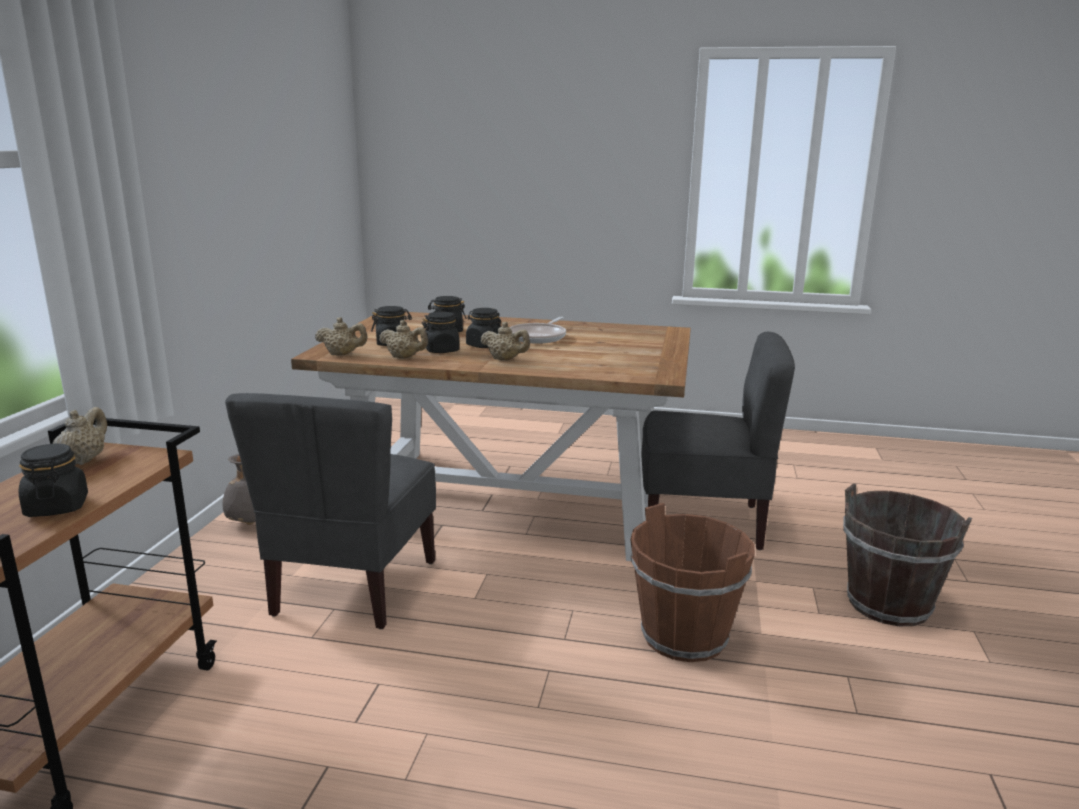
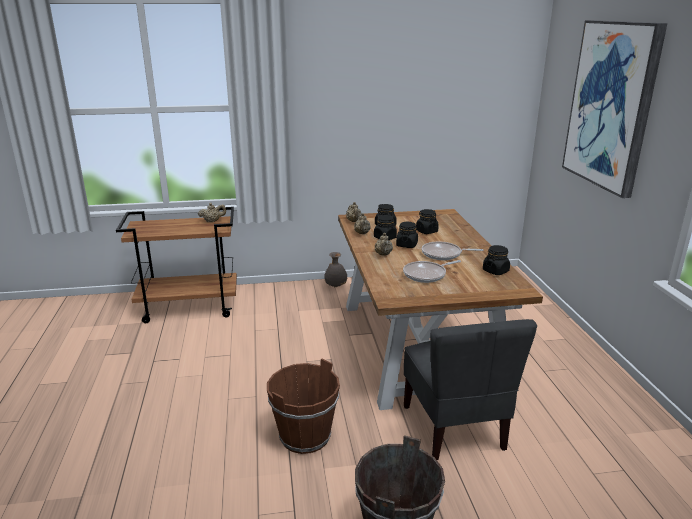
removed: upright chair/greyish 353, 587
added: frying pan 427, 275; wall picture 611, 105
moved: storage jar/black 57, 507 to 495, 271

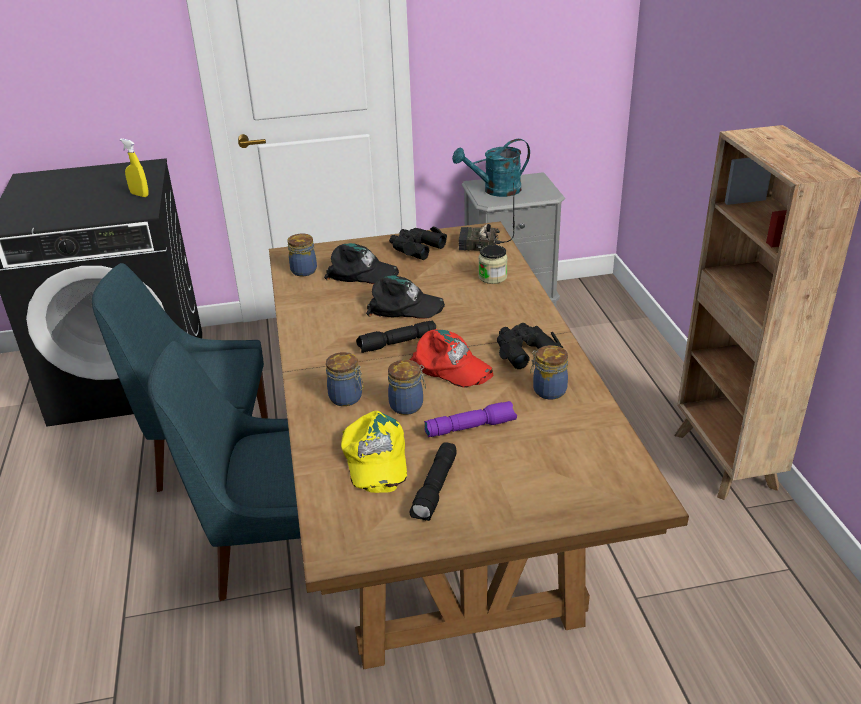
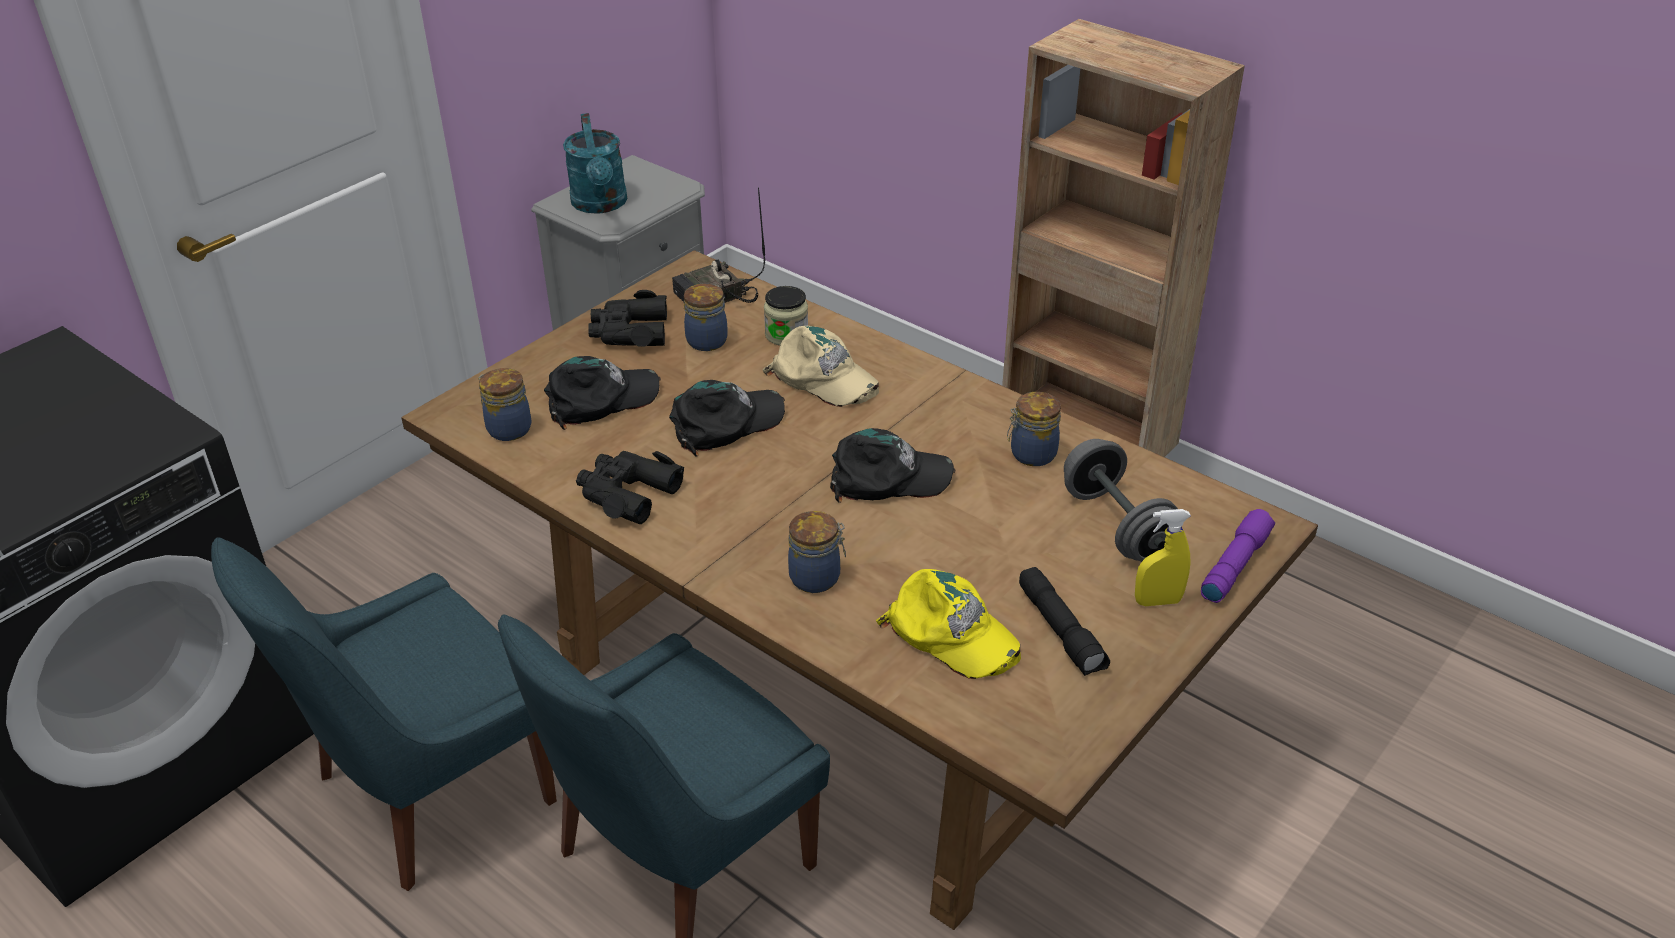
removed: torch/black 397, 343
added: cap/beige 823, 378; dumbbell/greyish 1117, 525
moved: field glasses/black 525, 350 to 627, 493; storage jar 408, 405 to 708, 340; spray bottle/yellow 139, 195 to 1157, 601; torch/purple 470, 427 to 1234, 564
recoloured: cap/red 450, 367 to cap/black 888, 477
turned: sprinkling can/turquoise-coloured 495, 191 = 600, 205 45 degrees counterclockwise

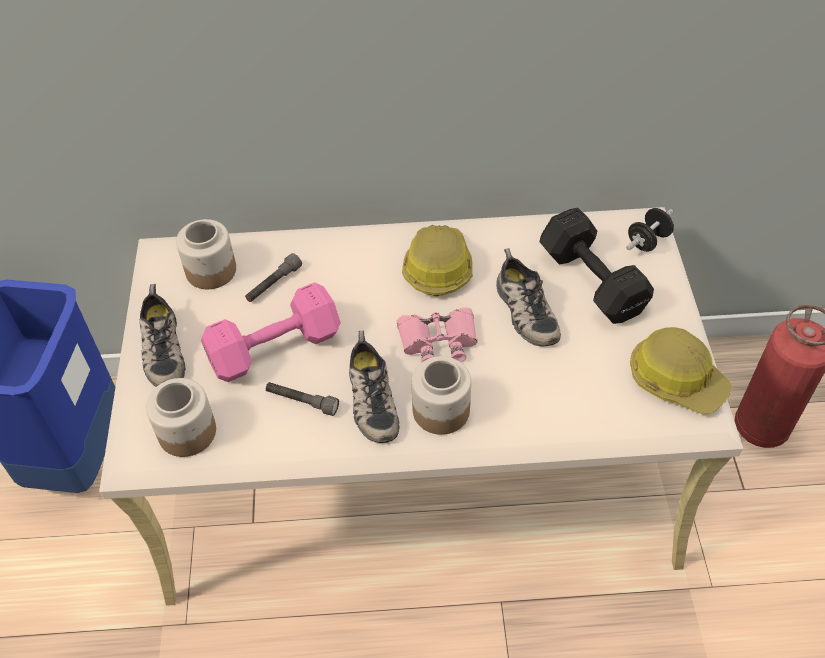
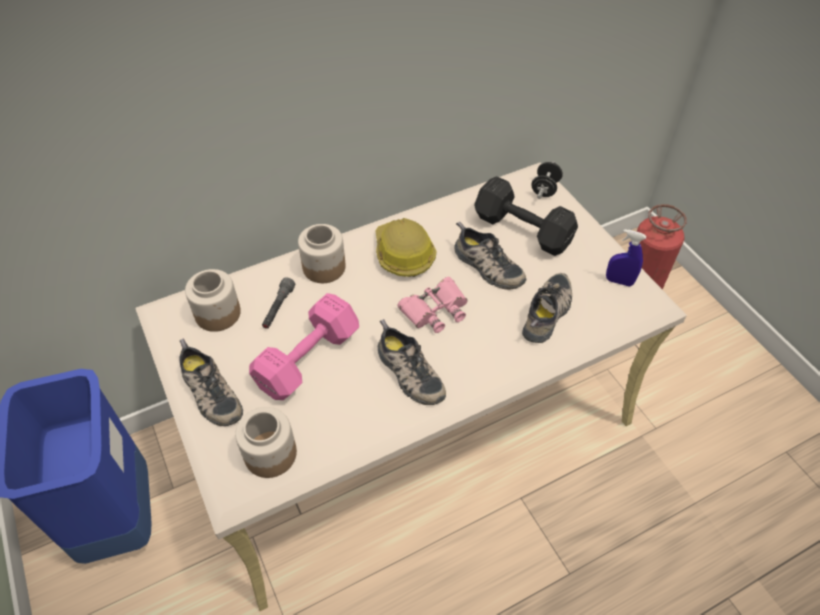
removed: torch/greyish 302, 402
added: shoe 548, 313
moved: storage jar 440, 411 to 323, 268
replaced: safety helmet 676, 379 to spray bottle/blue-coloured 619, 281

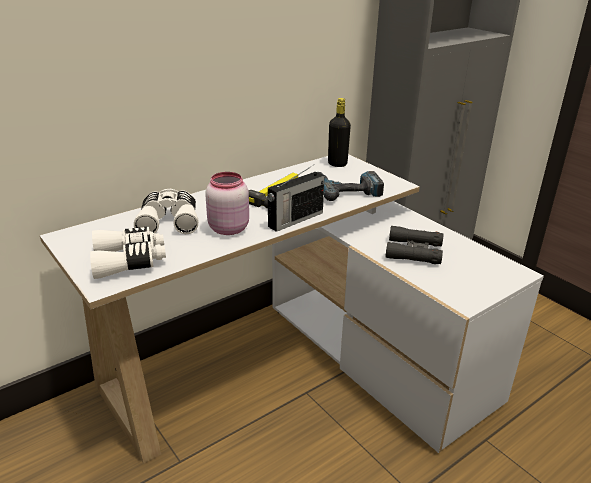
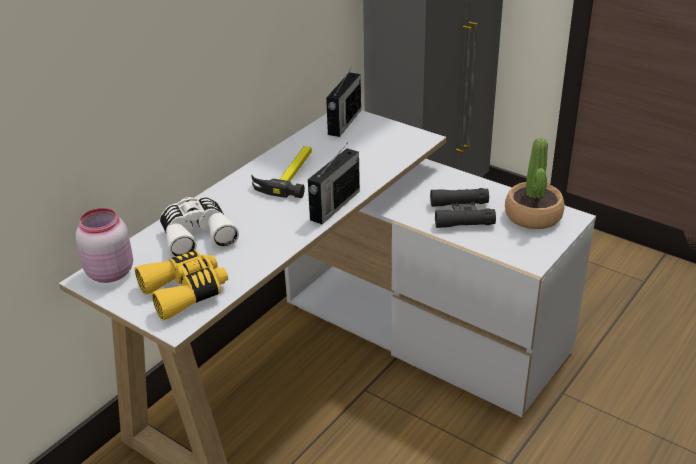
removed: electric drill 347, 190
added: potted plant 533, 216
moved: storage jar/pink-coloured 228, 228 to 109, 272
replaced: beverage bottle/black 337, 164 to radio 344, 122
recoloured: field glasses/white 129, 261 to field glasses/yellow 185, 292

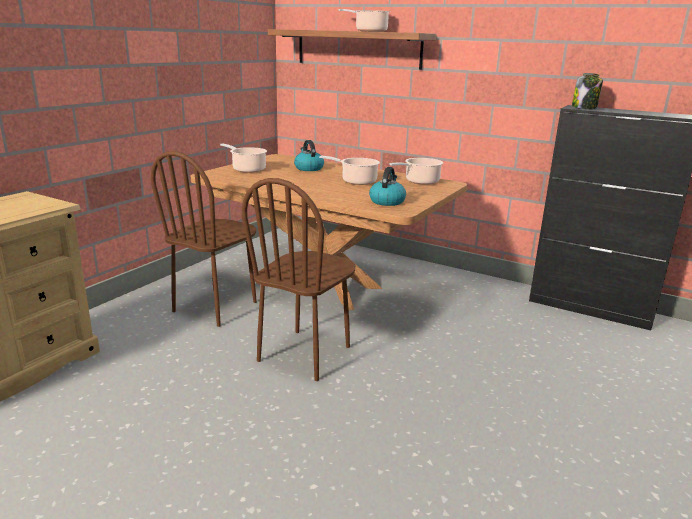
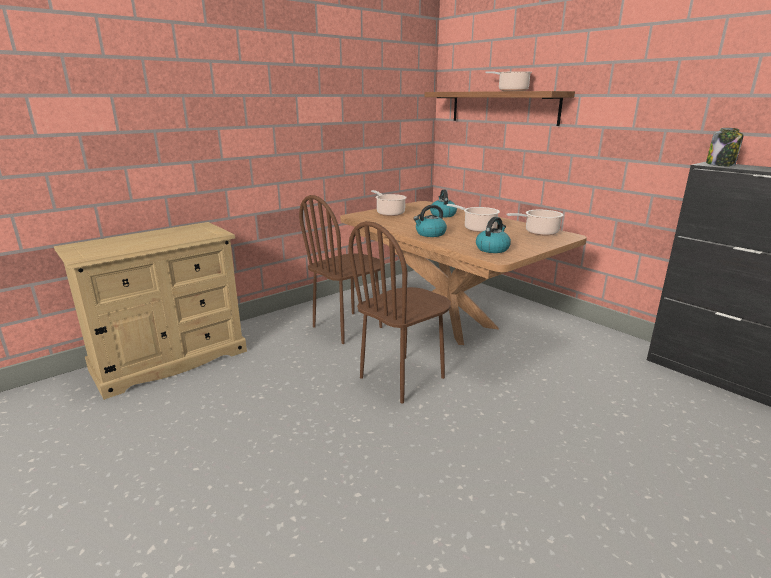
added: tea kettle 430, 234

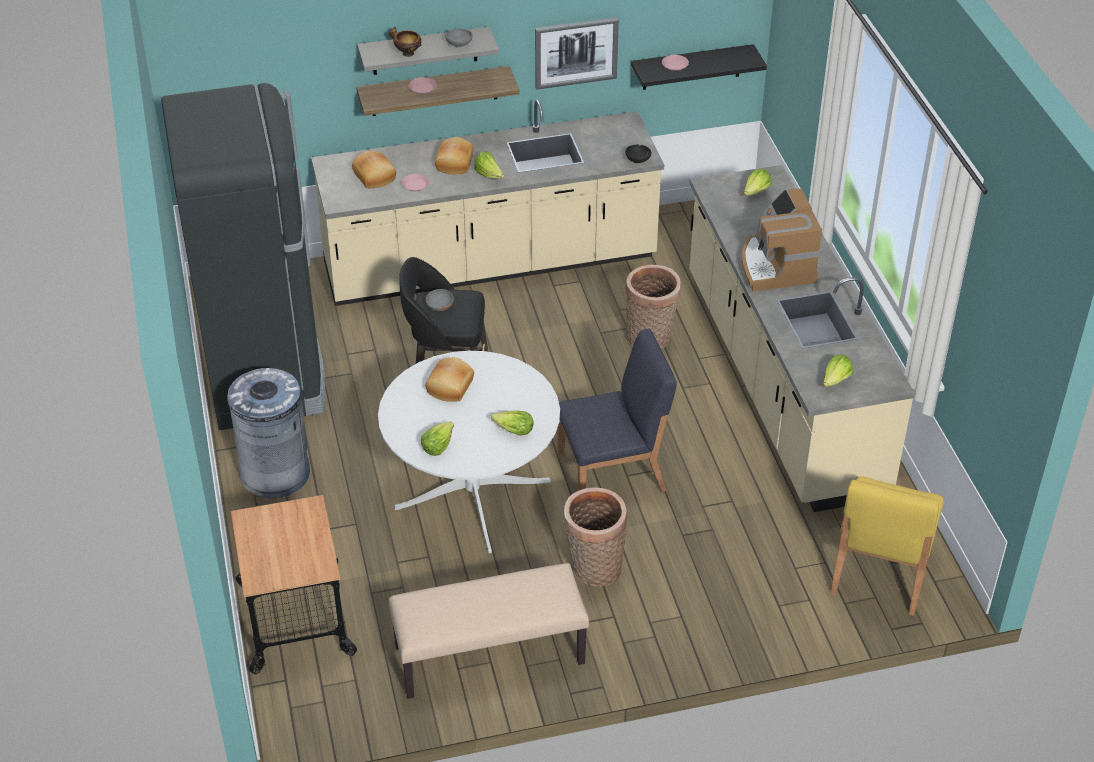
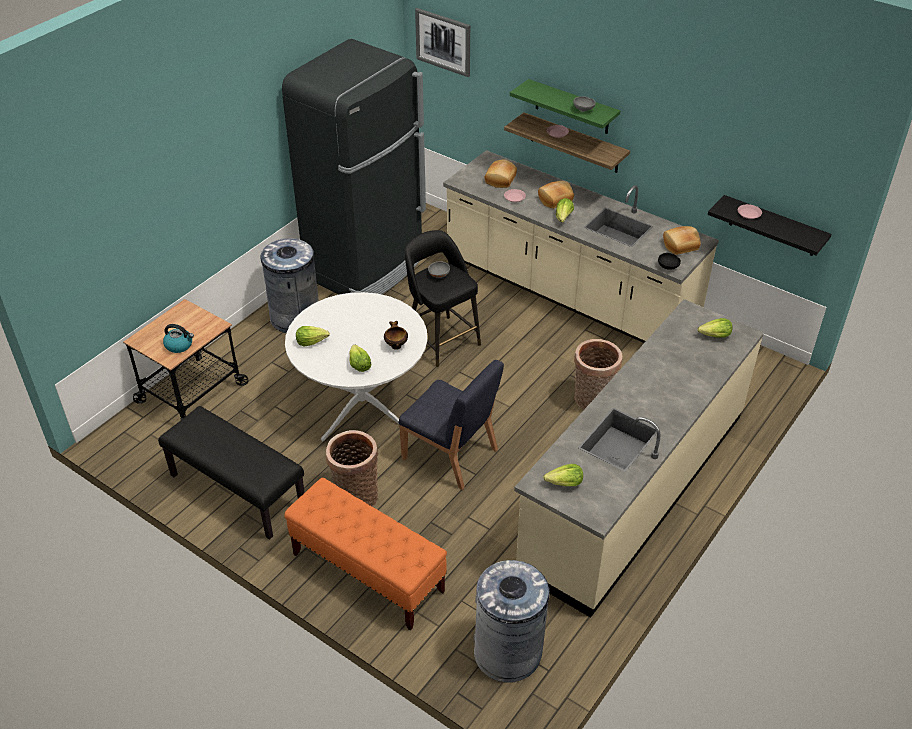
removed: coffee maker 775, 265
added: tea kettle 179, 345; bench/orange 367, 573
moved: bowl 407, 53 to 396, 345; wall picture 576, 52 to 443, 42; bread 451, 387 to 681, 246
replaced: upright chair/yellow 880, 571 to rubbish bin/greyish 508, 653
recoloured: bench/beige 489, 656 to bench/black 236, 491; wall shelf/greyish 424, 51 to wall shelf/green-coloured 572, 107

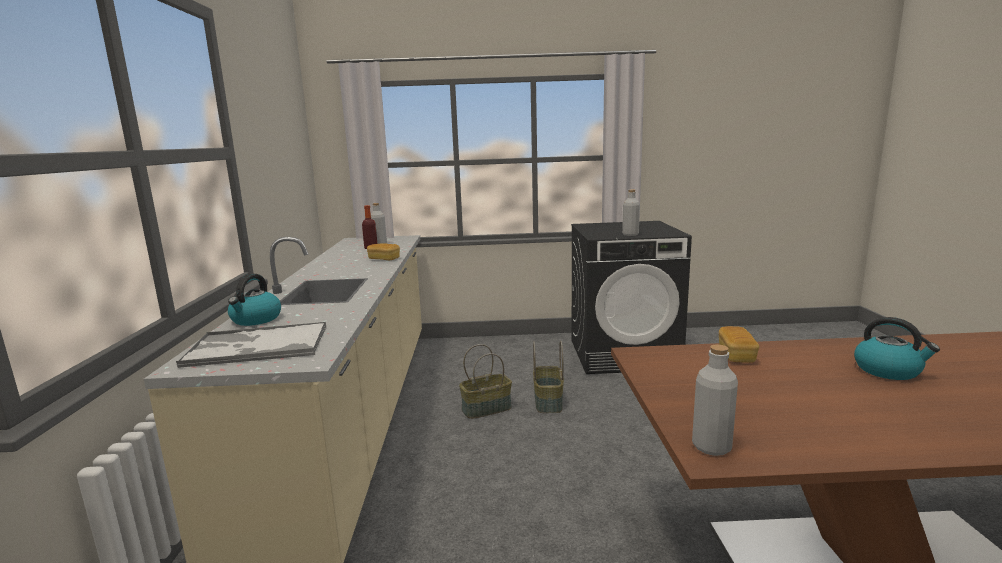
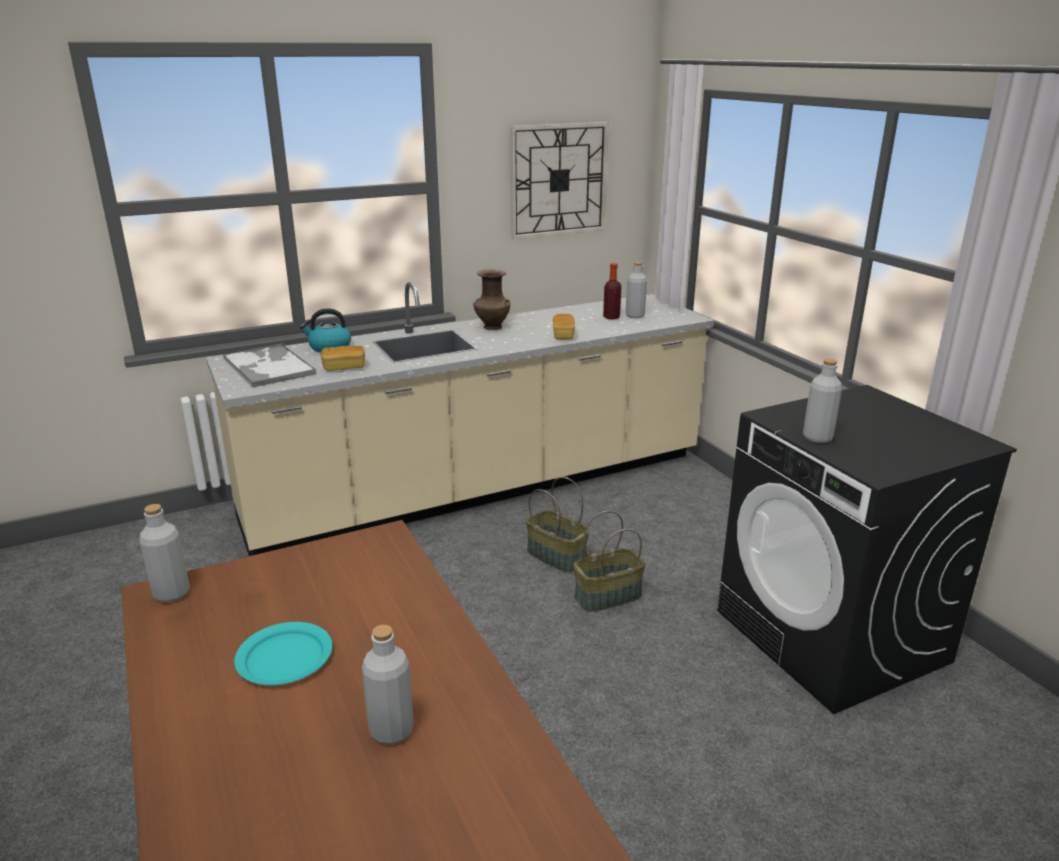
added: flat dish/turquoise-coloured 285, 657; decorative vase/brown 491, 327; hanging clock 558, 180
moved: bread 736, 355 to 344, 367
replaced: tea kettle 888, 370 to beverage bottle/greyish 391, 730

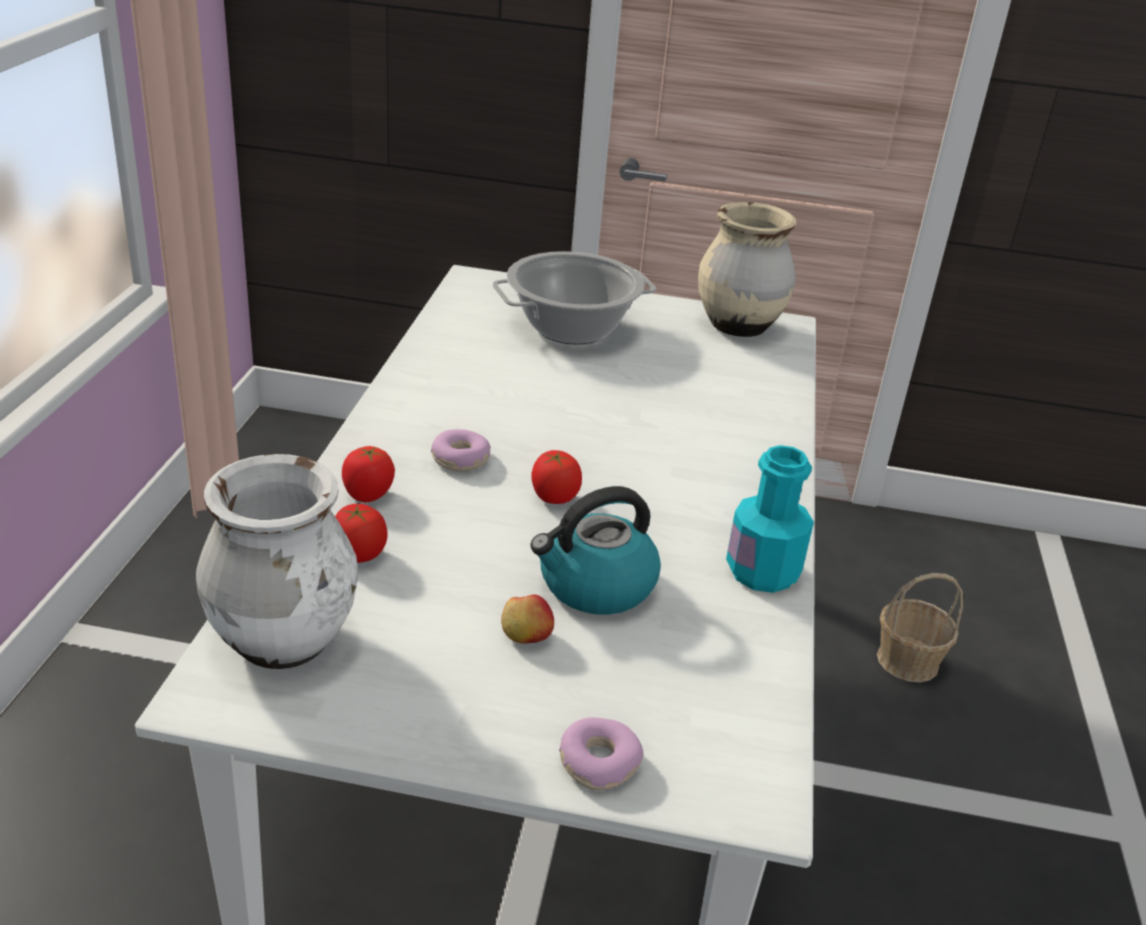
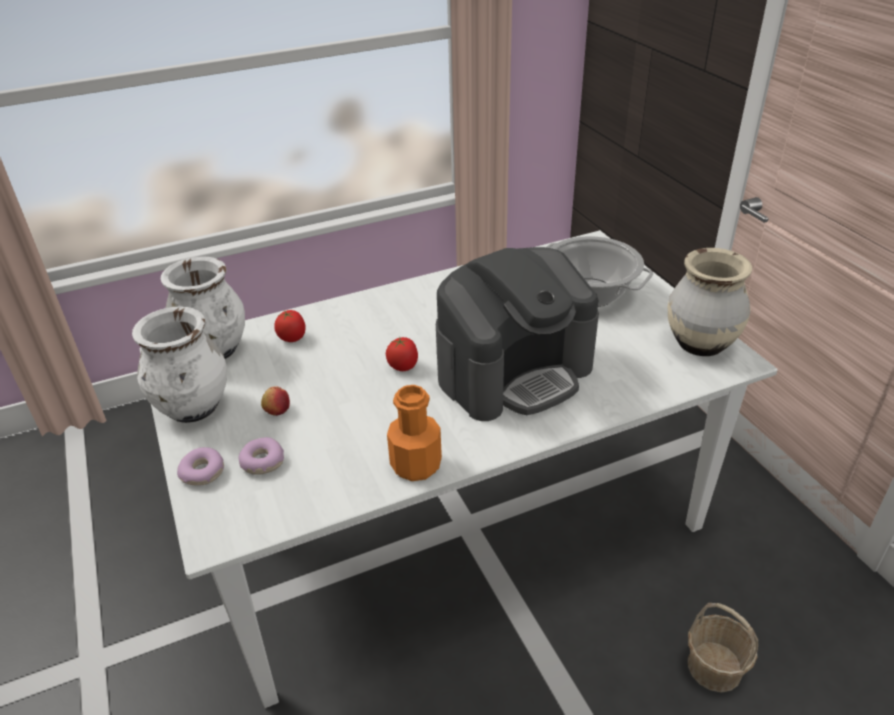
removed: whole tomato 368, 495; tea kettle 595, 586
added: decorative vase/white 194, 408; coffee maker 514, 372
moved: ring doughnut 460, 459 to 262, 462
recoloured: beverage bottle/turquoise-coloured 762, 572 to beverage bottle/orange 416, 465

